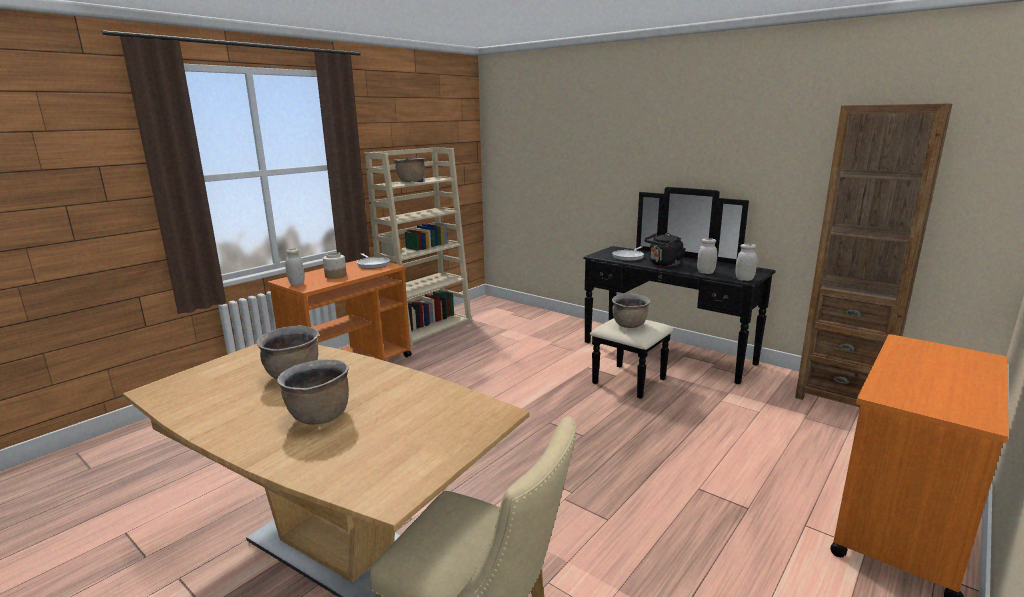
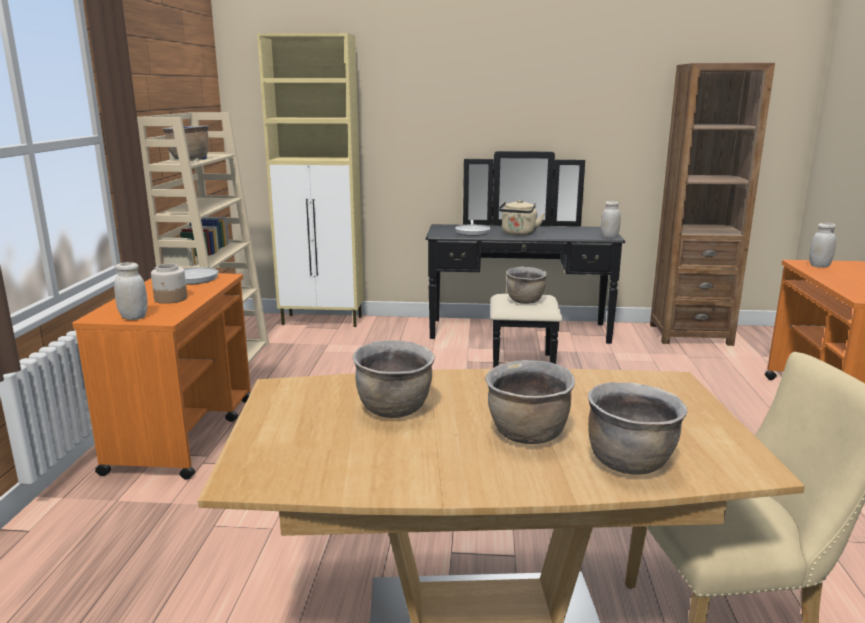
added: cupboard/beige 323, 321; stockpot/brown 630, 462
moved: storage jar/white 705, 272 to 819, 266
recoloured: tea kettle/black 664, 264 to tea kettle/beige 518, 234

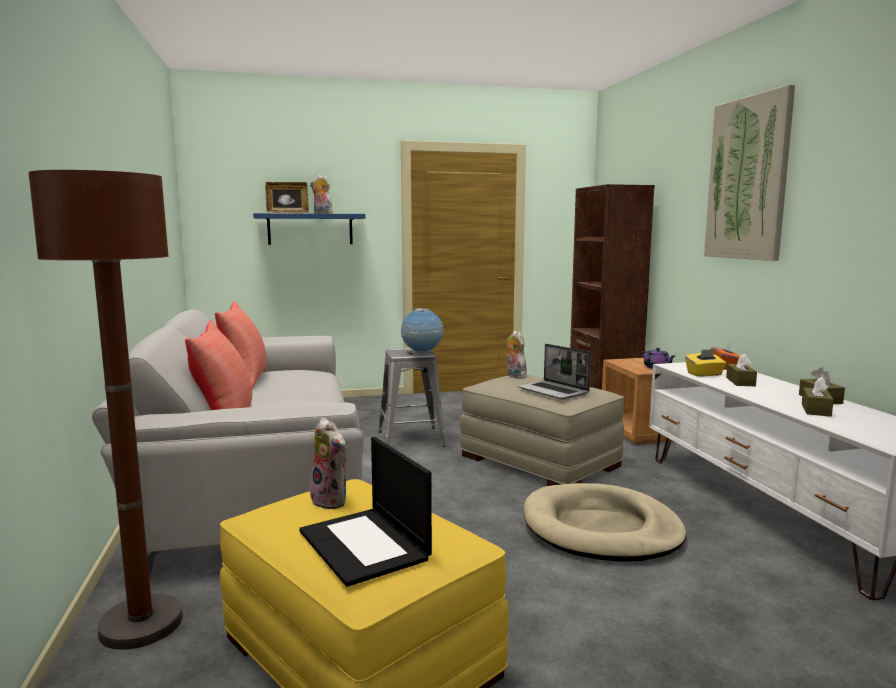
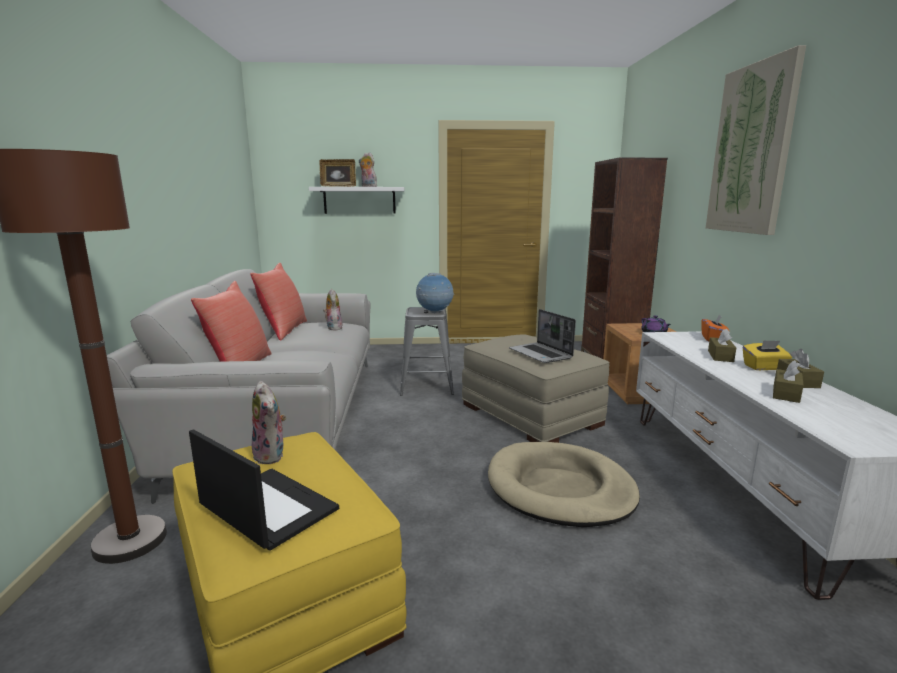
moved: plush toy 514, 376 to 333, 328; box of tissues/yellow 704, 374 to 764, 367
recoloured: wall shelf/blue-coloured 310, 229 to wall shelf/white 359, 200
turned: portable computer 365, 545 = 266, 508 150 degrees clockwise

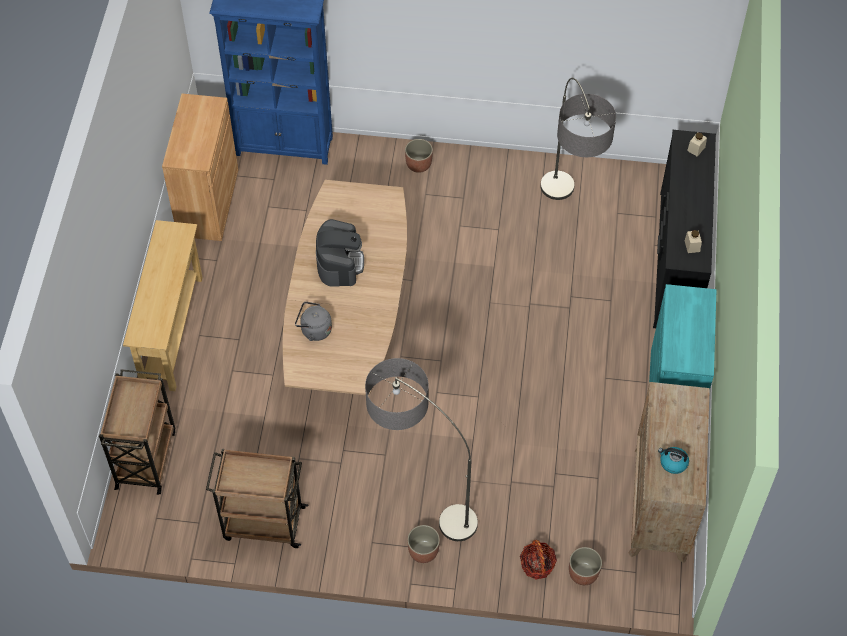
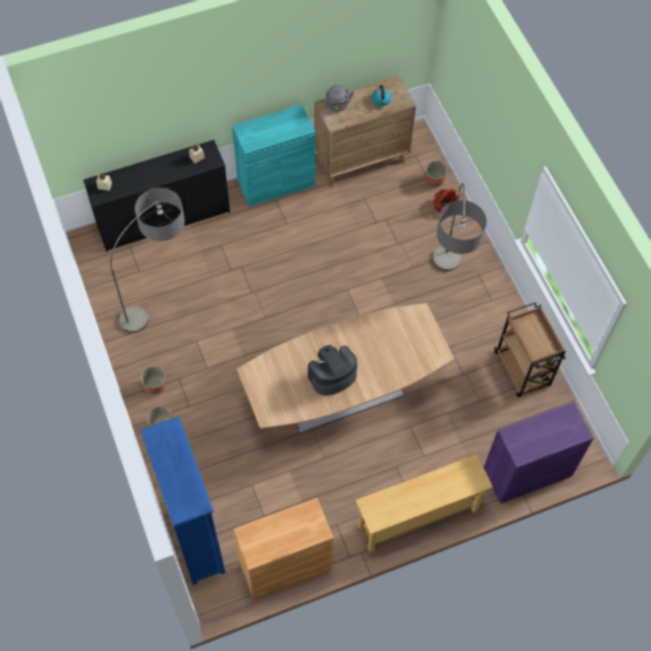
moved: plant pot 423, 551 to 155, 385; tea kettle/greyish 314, 330 to 337, 105
replaced: trolley/brown 146, 458 to cupboard/purple 527, 472

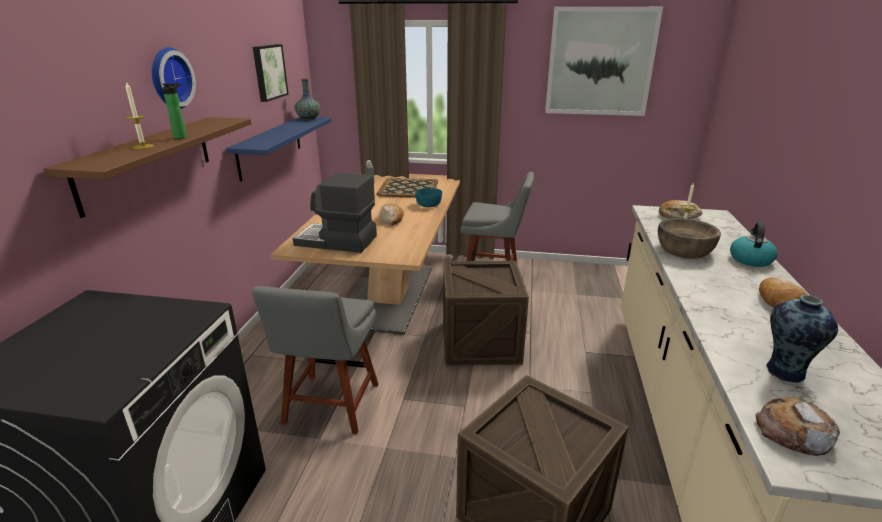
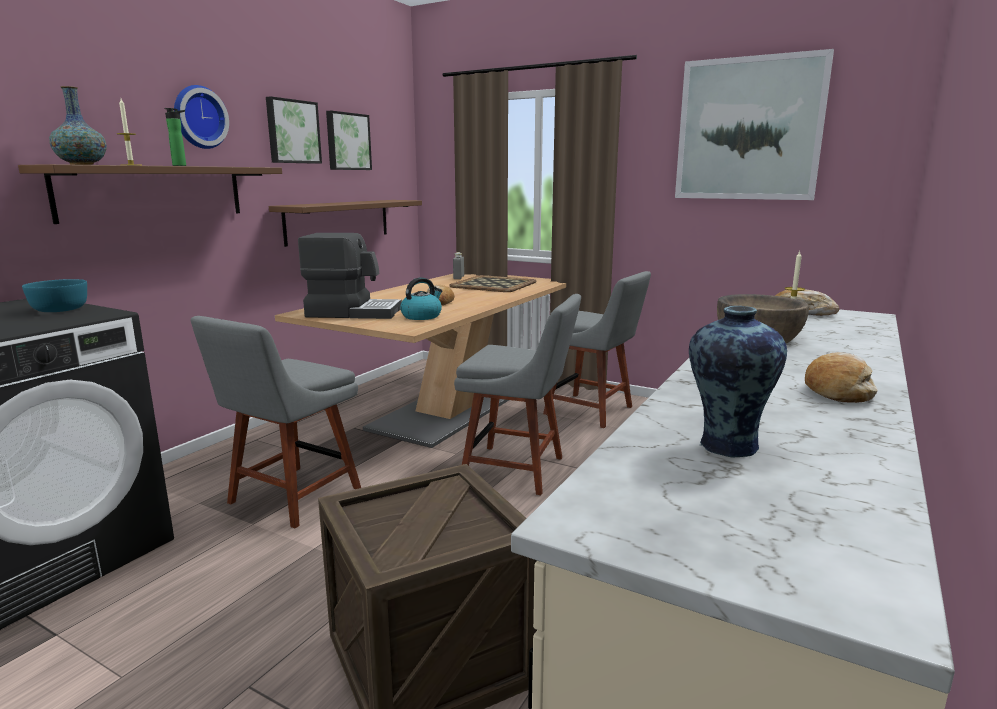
removed: bread 793, 431
added: wall picture 292, 131
moved: bowl/turquoise-coloured 429, 205 to 59, 309; decorative vase 308, 119 to 81, 164; tea kettle 750, 259 to 422, 316
replaced: crate 480, 342 to upright chair/greyish 518, 470
recoloured: wall shelf/blue-coloured 270, 146 to wall shelf/brown 338, 221
turned: coffee maker 336, 241 = 353, 312 150 degrees clockwise

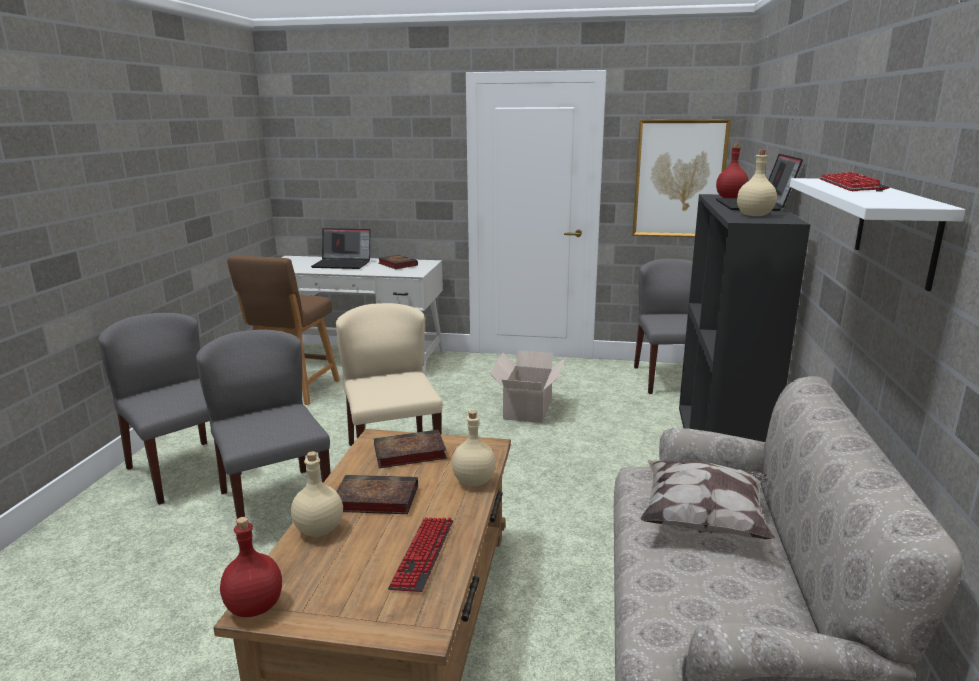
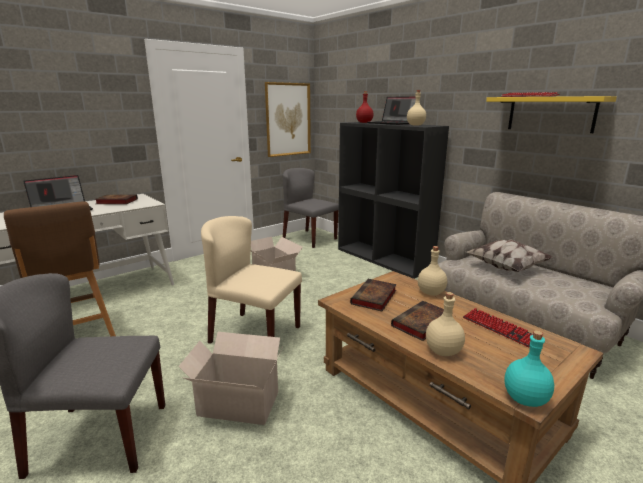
replaced: upright chair/greyish 274, 503 to cardboard box 236, 403
recoloured: wall shelf/white 896, 229 to wall shelf/yellow 550, 114; beverage bottle/red 255, 606 to beverage bottle/turquoise-coloured 524, 399

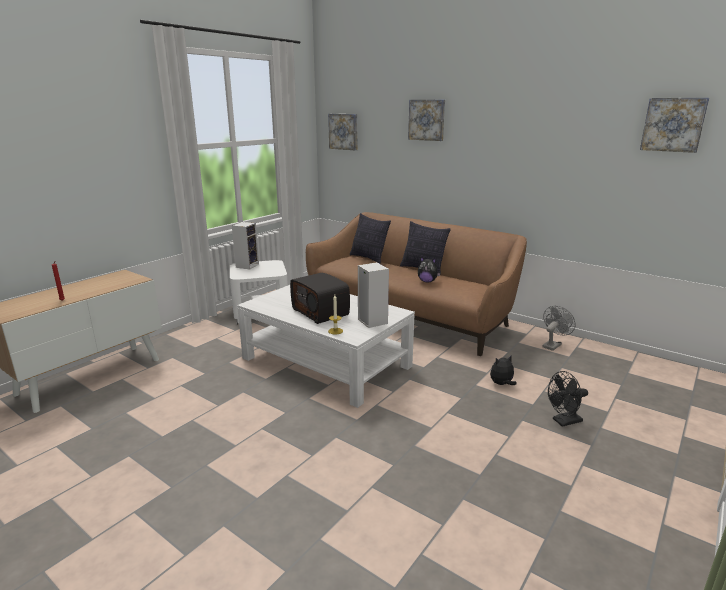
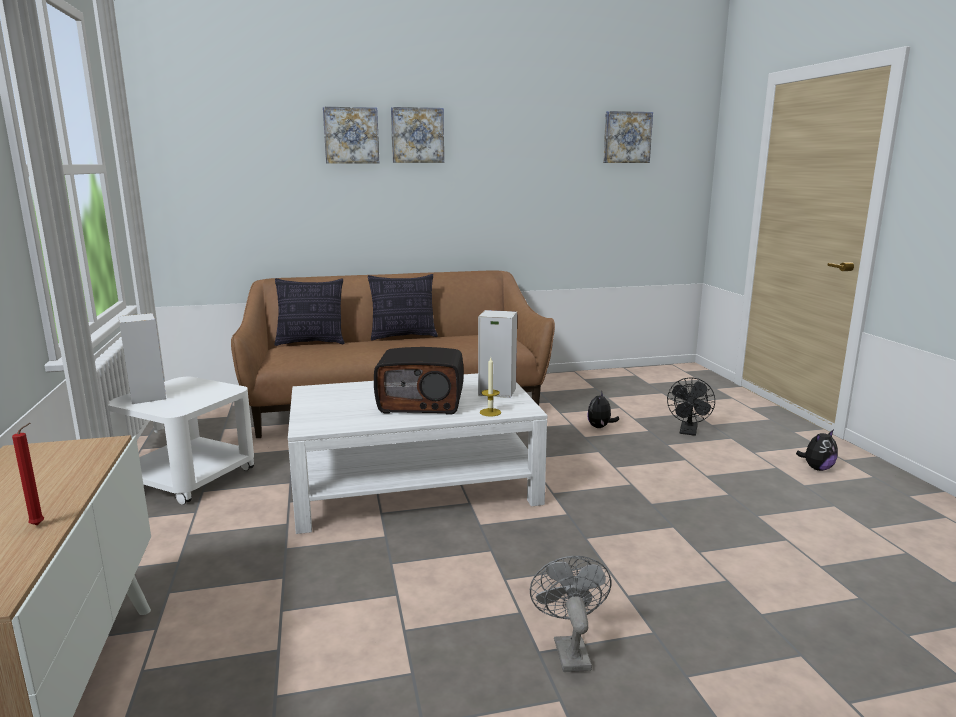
moved: wall picture 344, 131 to 417, 135; cooling fan/greyish 553, 345 to 569, 649; plush toy 427, 281 to 817, 468

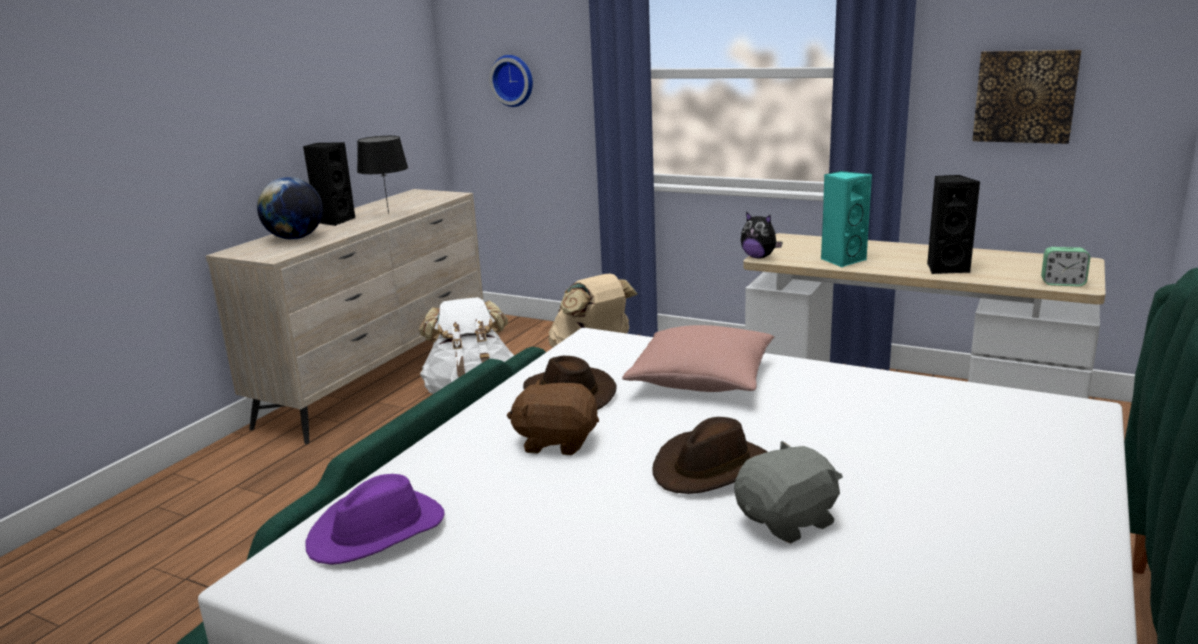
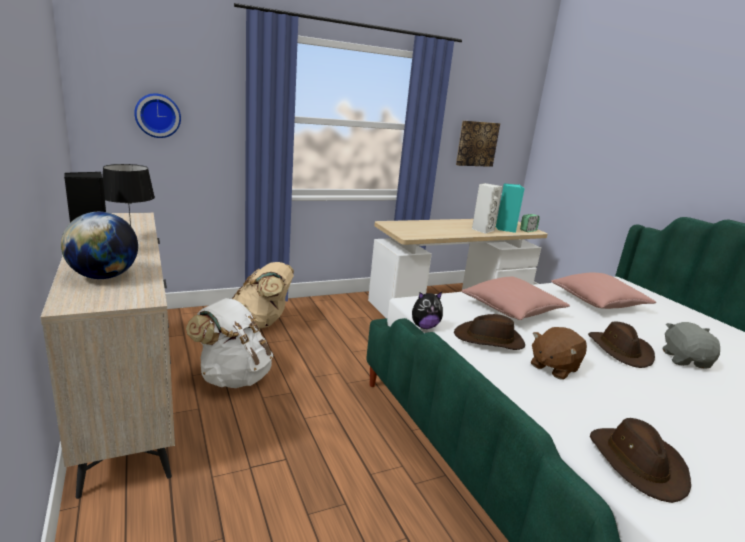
added: pillow/pink-coloured 598, 302
moved: plush toy 759, 257 to 424, 326; loudspeaker/turquoise-coloured 842, 260 to 505, 229
recoloured: loudspeaker/black 946, 268 to loudspeaker/white 482, 230; clothing hat/purple 378, 531 to clothing hat/brown 637, 463

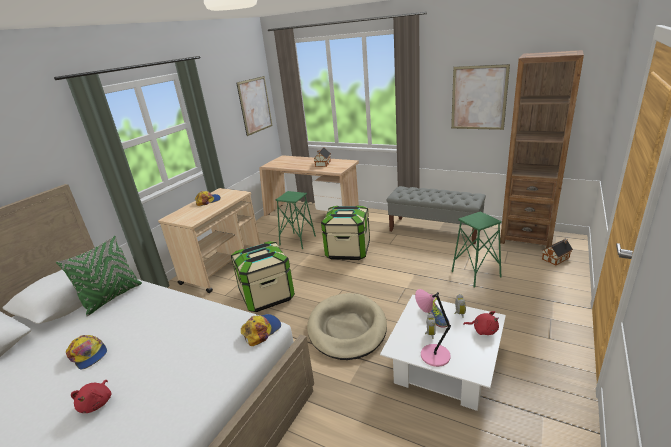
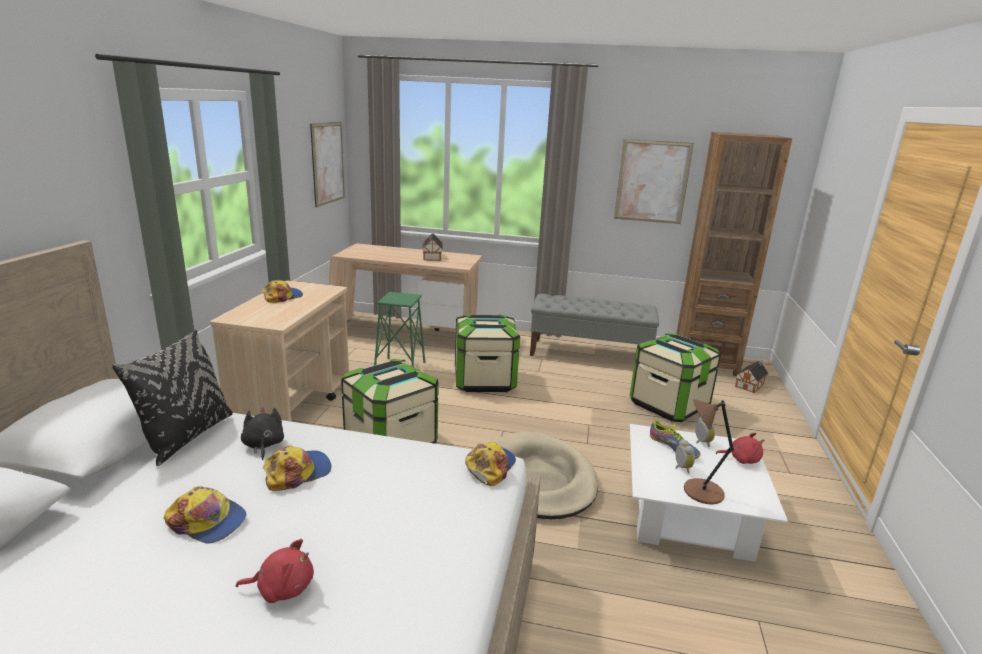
added: plush toy/black 263, 445; cap 297, 472
replaced: stool/green-coloured 476, 274 to storage bin 668, 405
recoloured: pillow/green-coloured 112, 297 to pillow/black 187, 436; table lamp/pink-coloured 433, 355 to table lamp/brown 700, 492
turned: plush toy/red 97, 403 = 282, 588 75 degrees counterclockwise

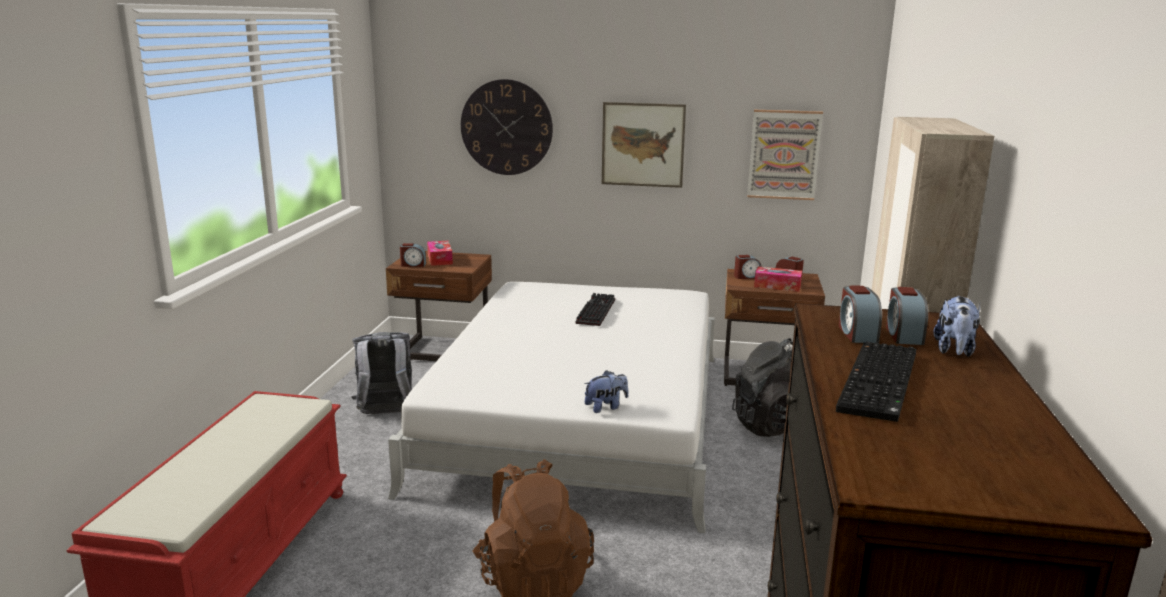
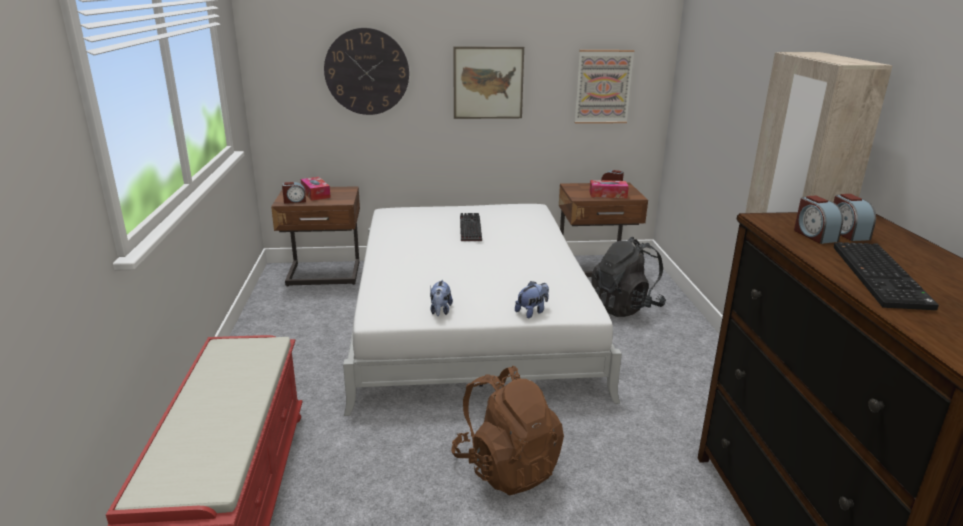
removed: knapsack/greyish 385, 415; alarm clock 747, 277
moved: plush toy 954, 351 to 440, 311

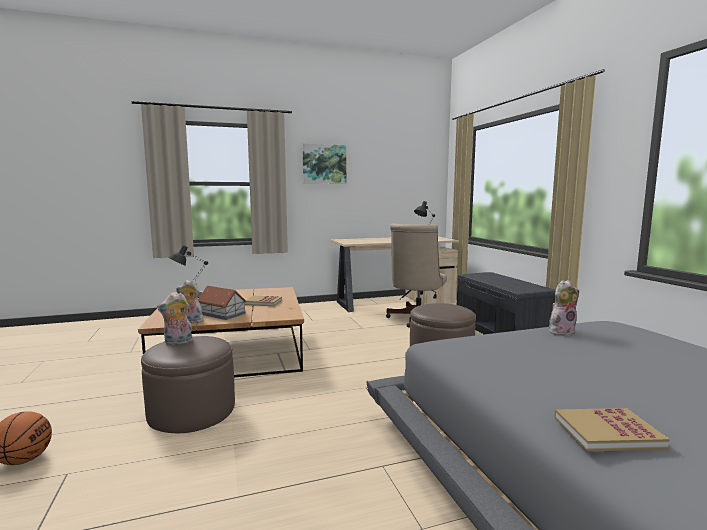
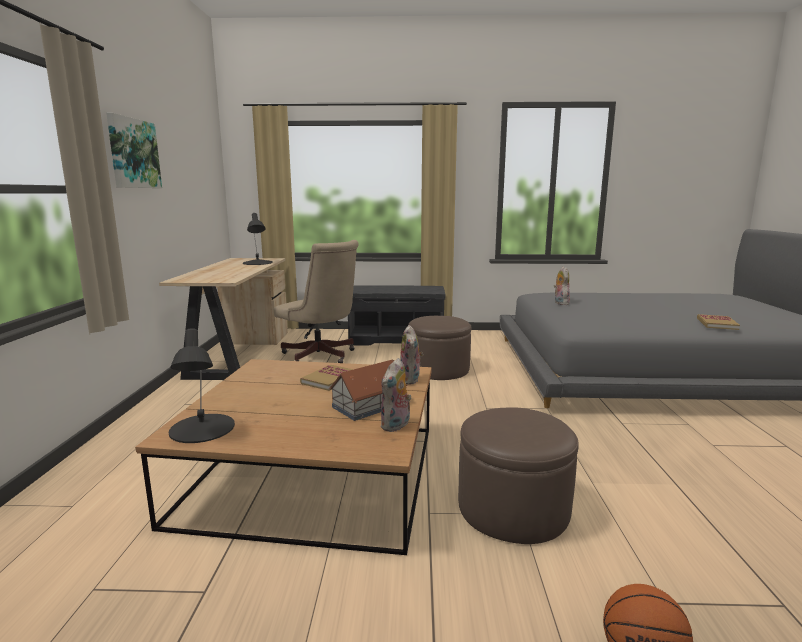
moved: plush toy 178, 343 to 411, 380

